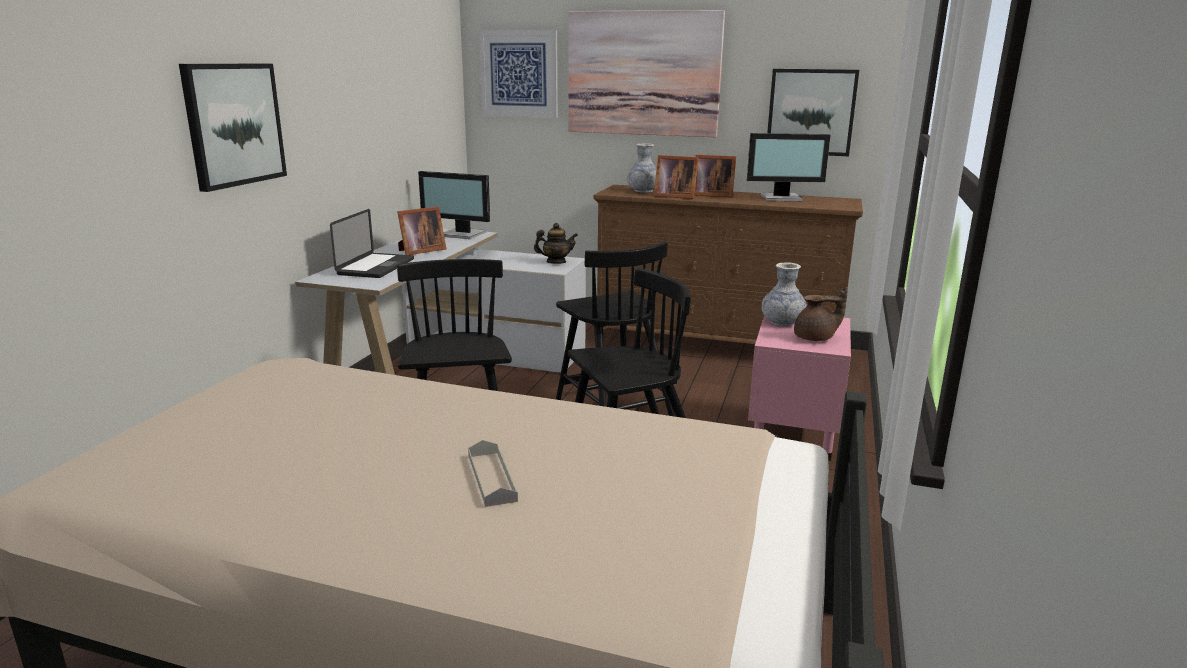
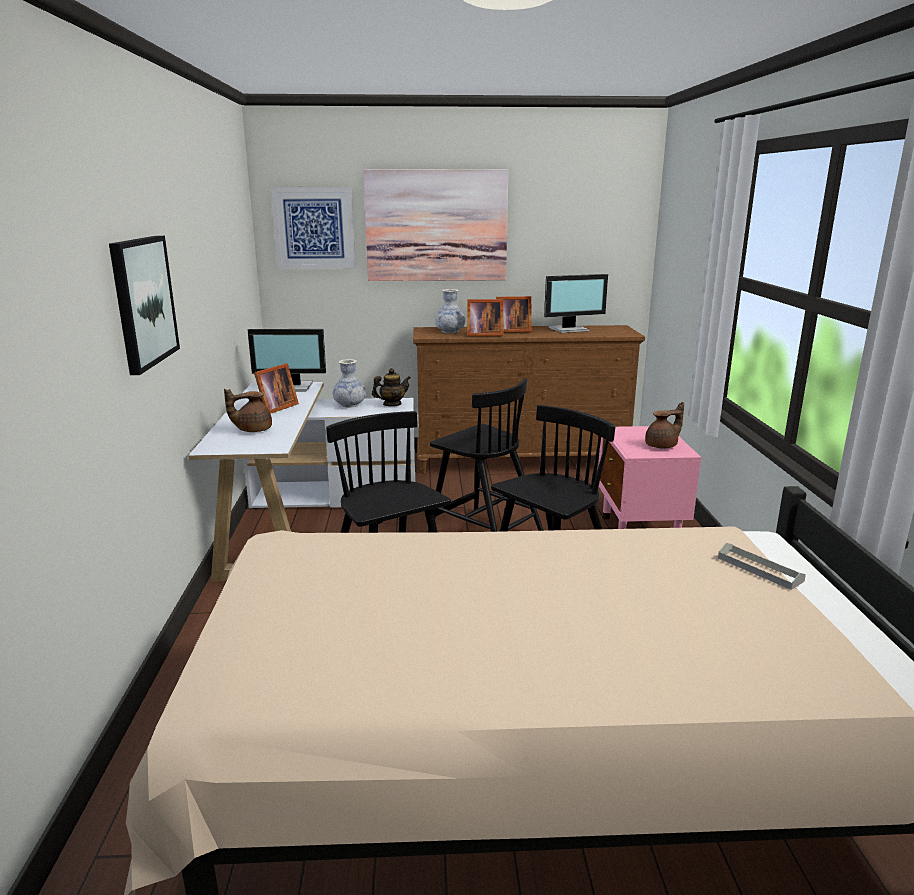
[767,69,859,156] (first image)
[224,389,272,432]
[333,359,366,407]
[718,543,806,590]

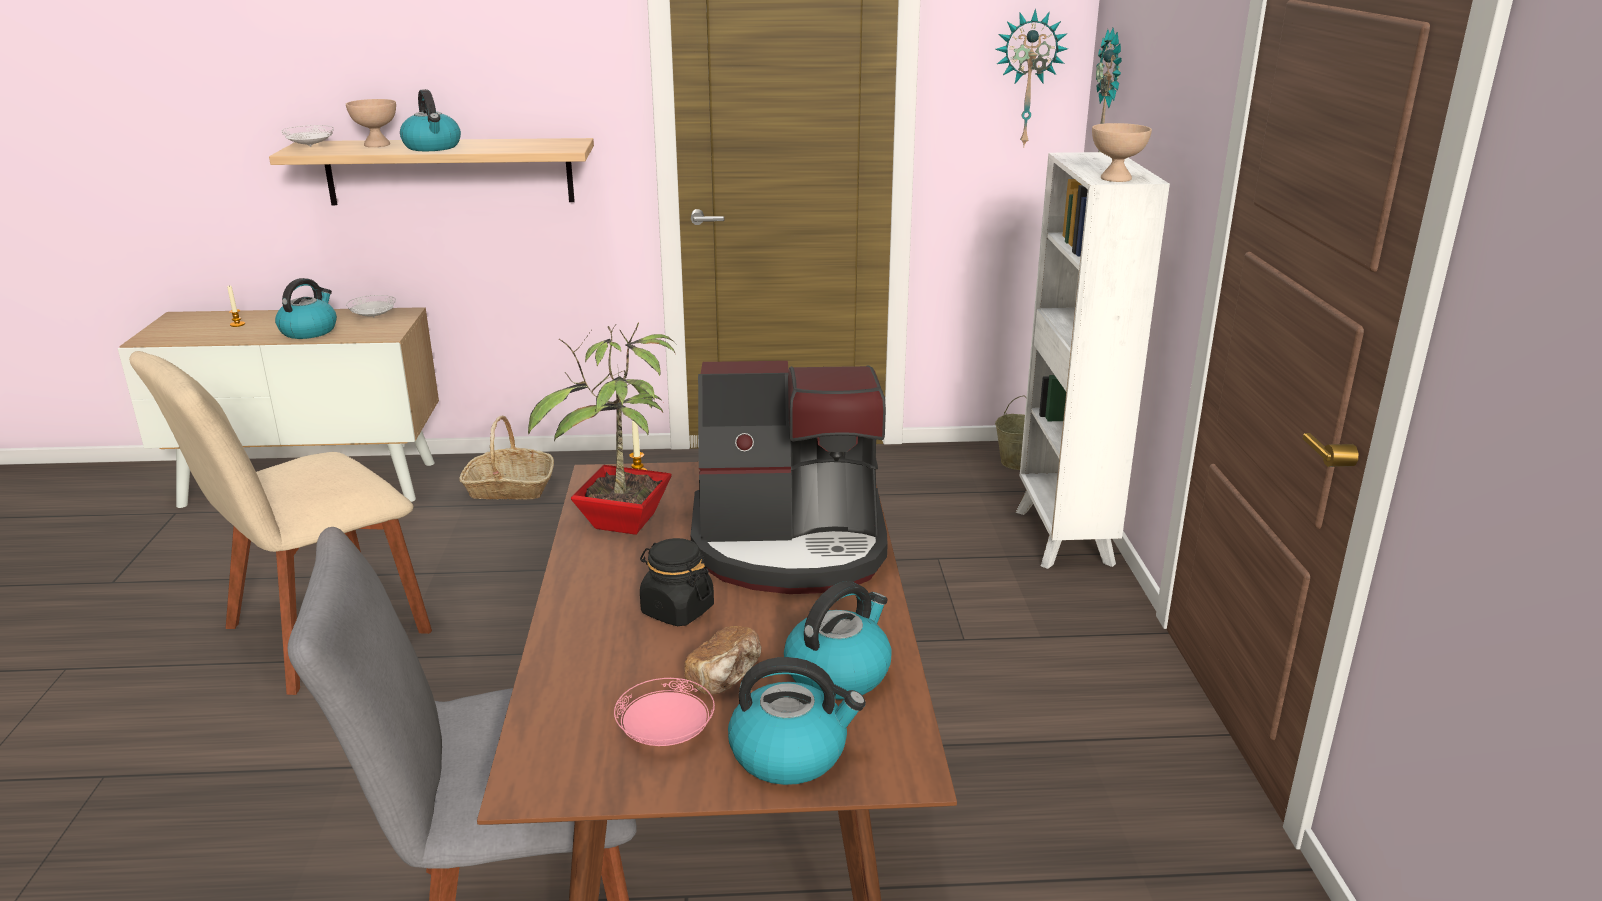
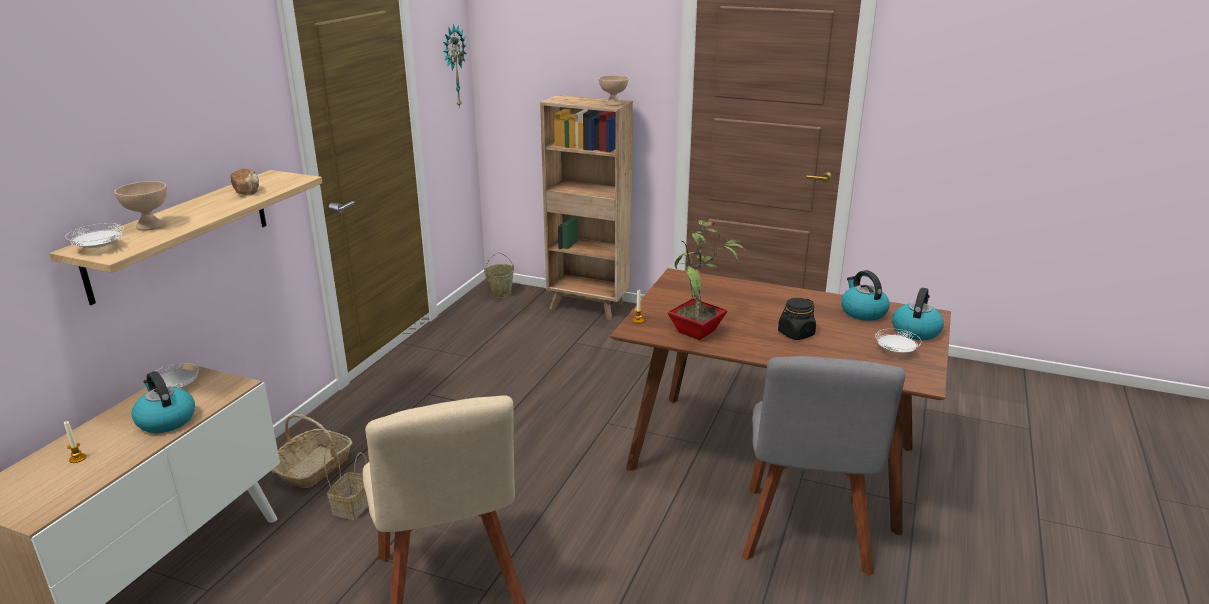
[1096,28,1122,152] (first image)
[400,89,461,151] (first image)
[540,95,633,320]
[691,361,888,594] (first image)
[230,169,259,195]
[875,329,921,353]
[324,446,368,520]

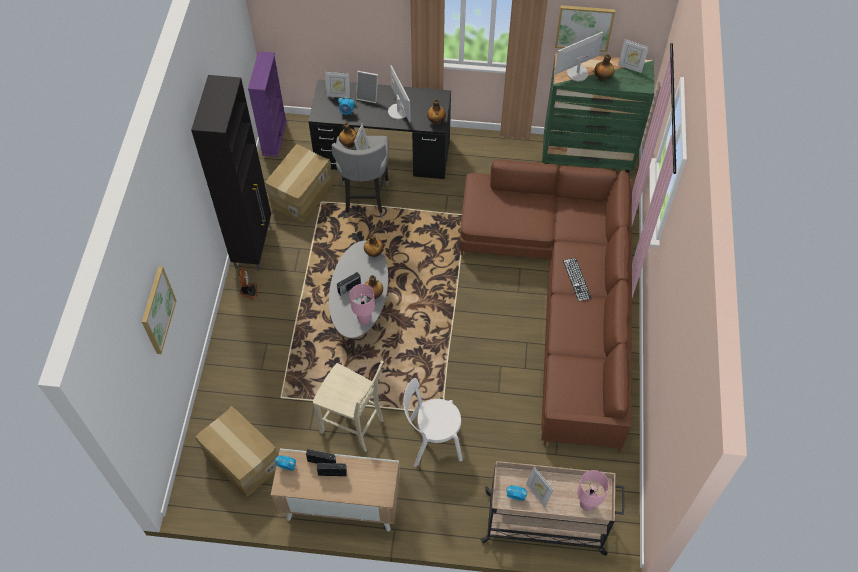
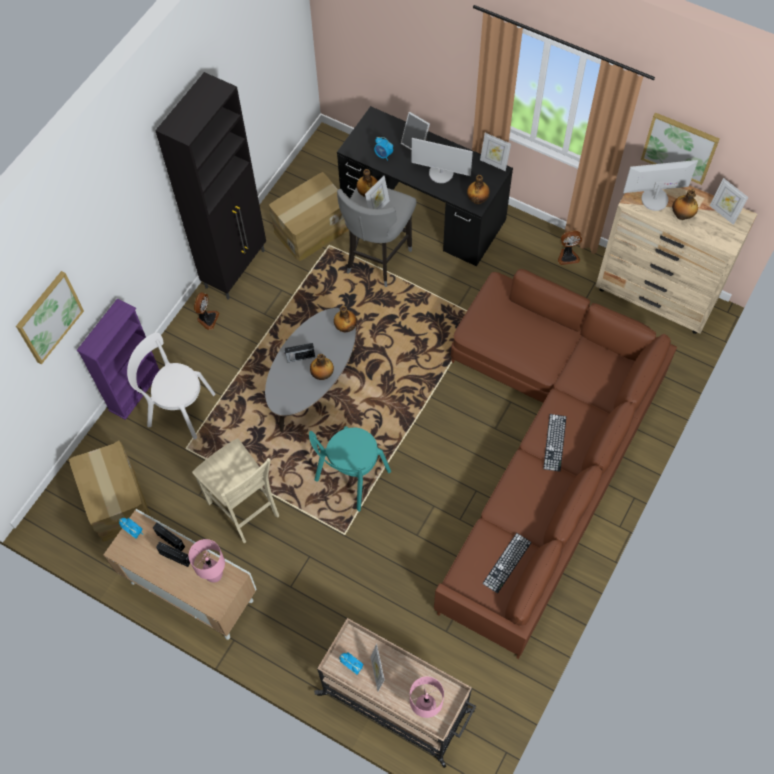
[77,298,160,420]
[596,165,757,334]
[412,138,473,183]
[480,133,511,171]
[189,539,225,583]
[127,333,215,439]
[558,230,582,265]
[309,426,391,512]
[482,533,531,593]

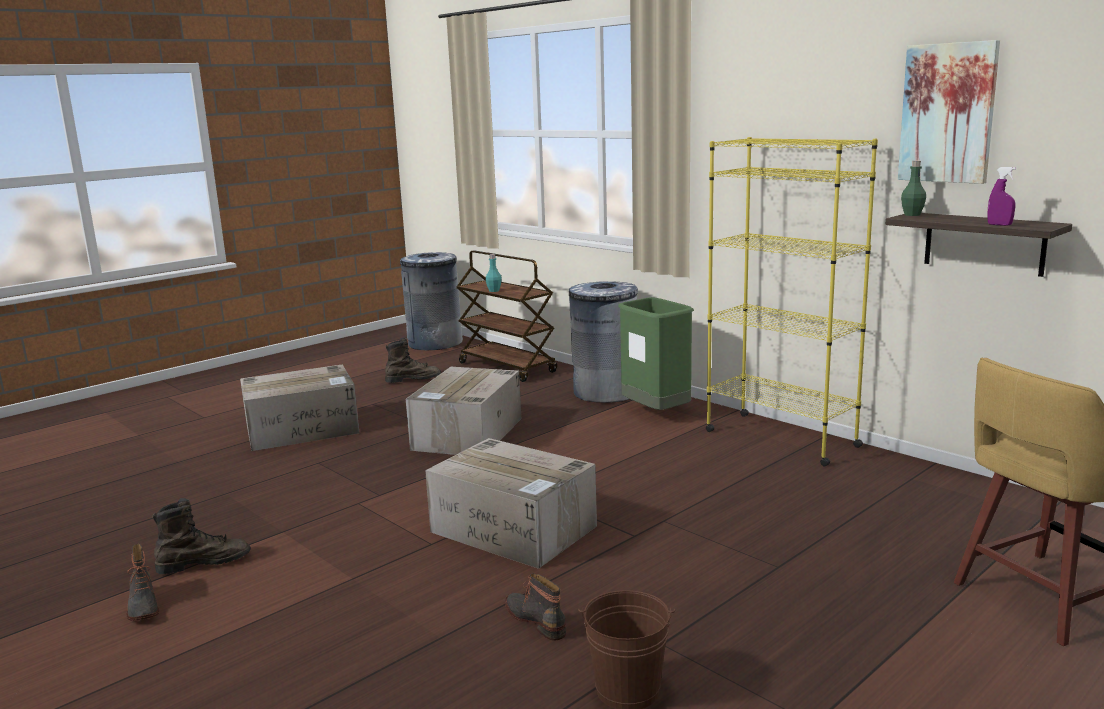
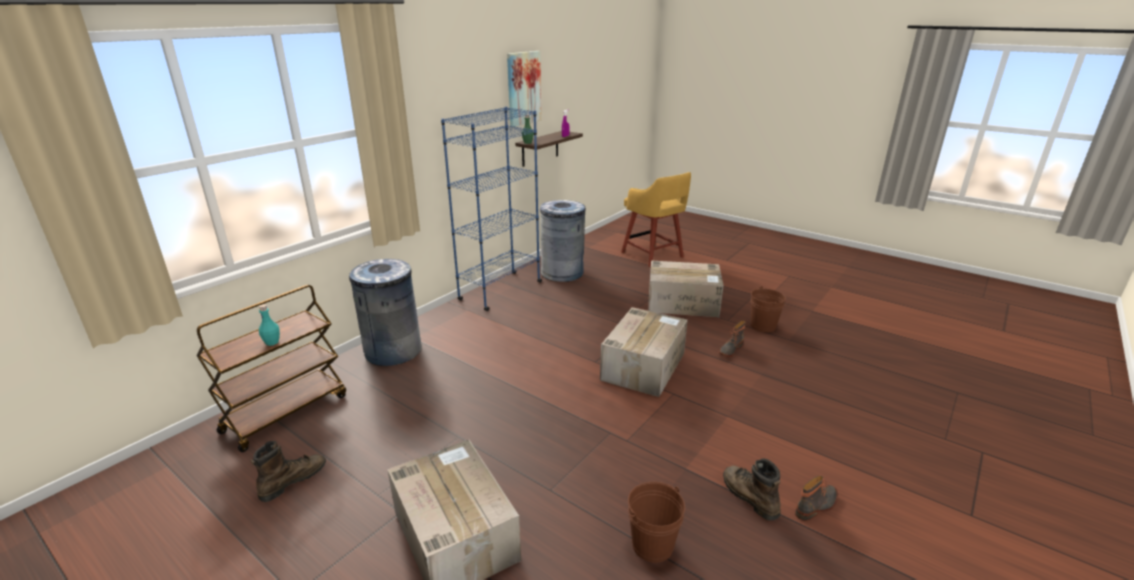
[441,107,542,311]
[540,200,586,282]
[618,297,694,410] (first image)
[251,441,326,502]
[648,260,724,317]
[628,482,685,563]

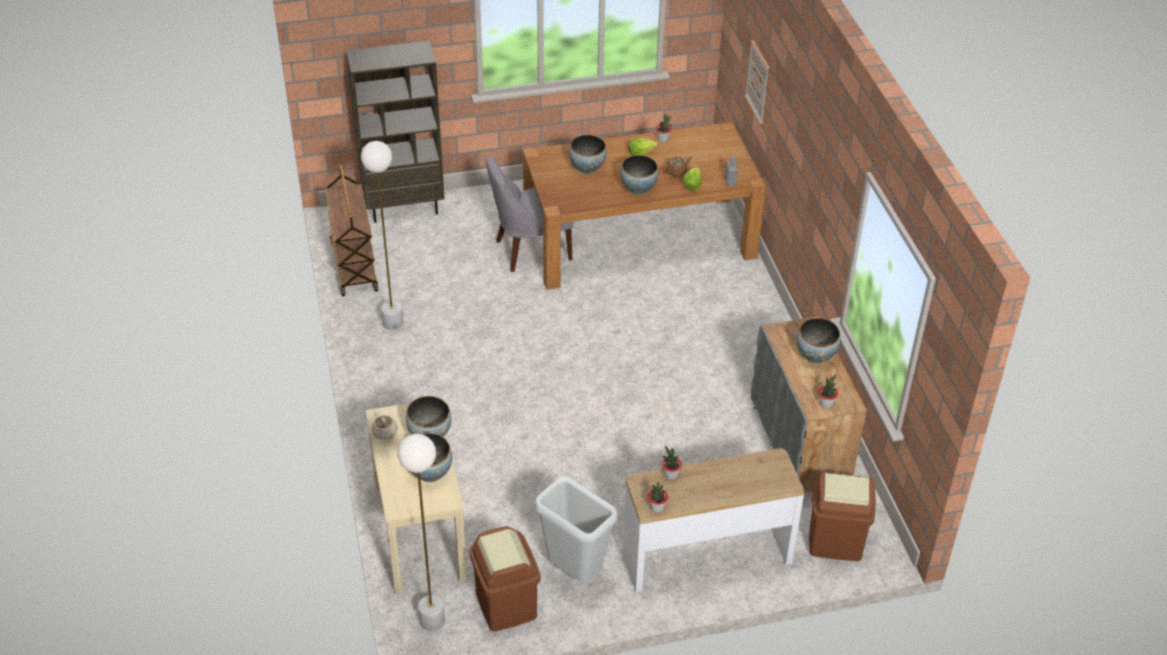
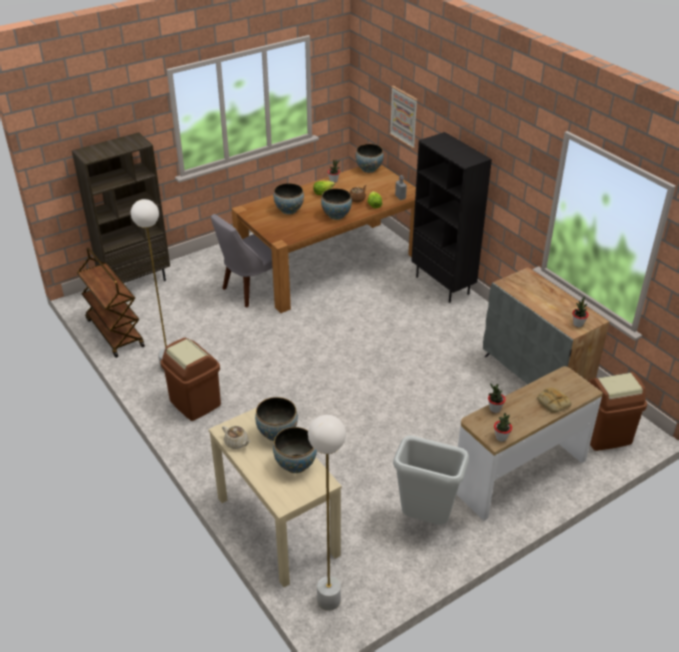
[356,144,384,173]
[161,338,221,421]
[411,132,492,303]
[537,387,572,413]

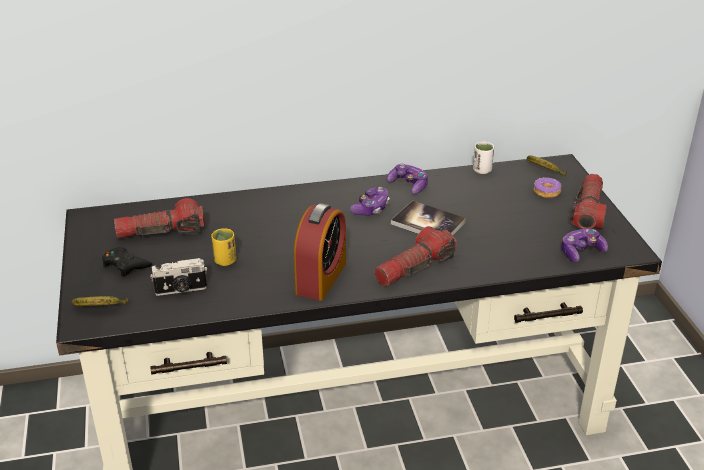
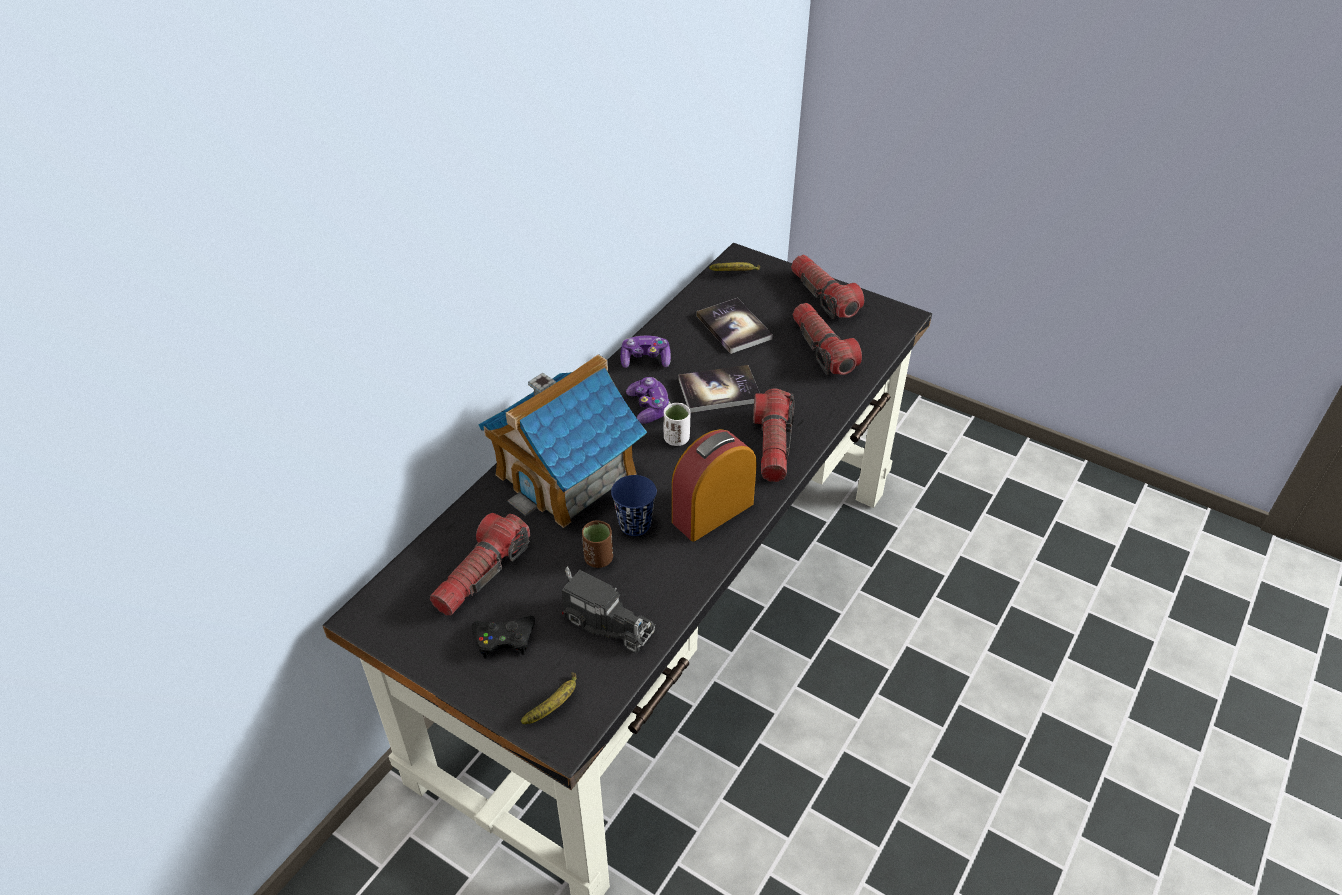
[664,403,690,446]
[534,177,562,198] (first image)
[672,429,757,542]
[582,520,613,568]
[561,229,608,262] (first image)
[562,566,655,653]
[696,298,773,354]
[793,303,862,375]
[478,354,647,528]
[611,475,657,536]

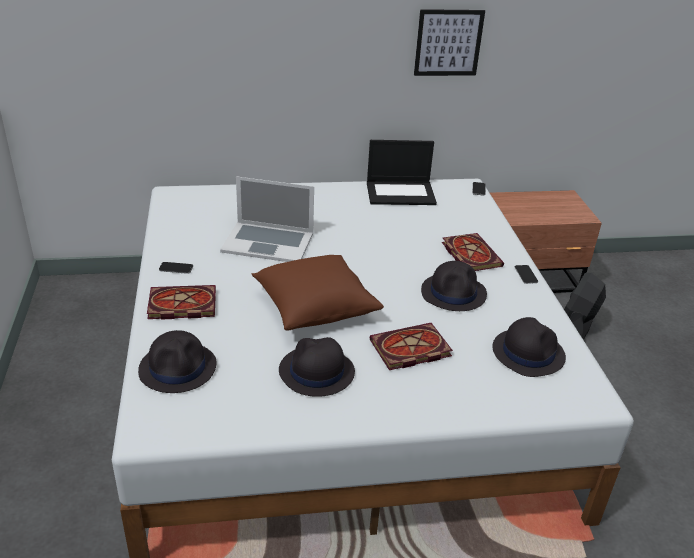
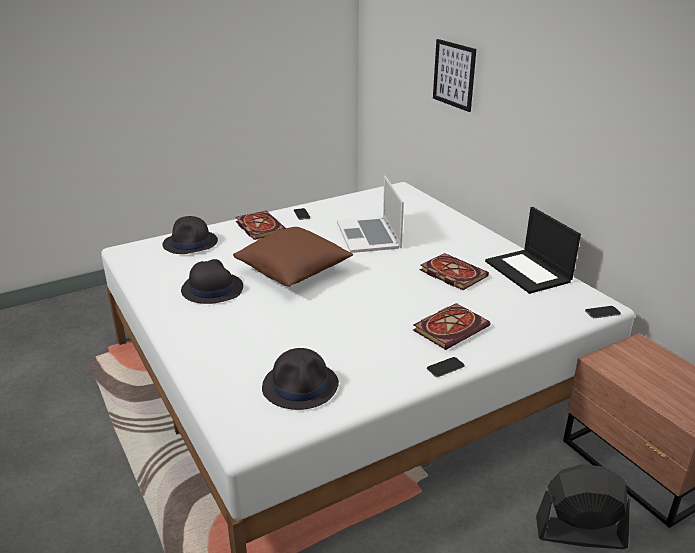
[433,39,476,112]
[421,261,487,311] (first image)
[420,253,489,290]

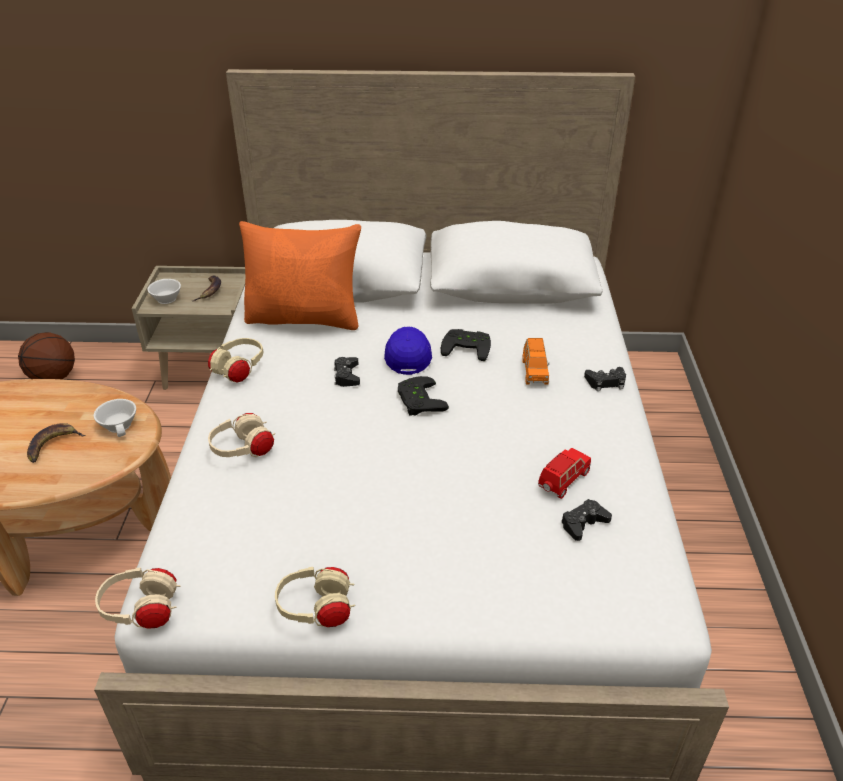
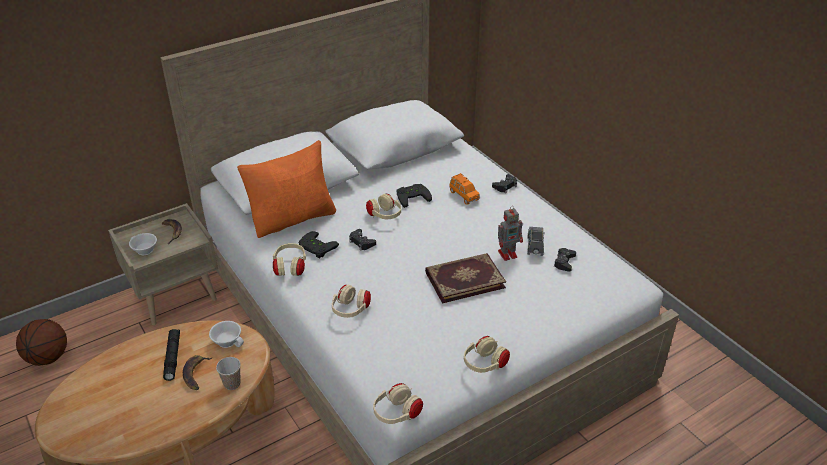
[366,194,401,219]
[298,231,339,258]
[527,227,545,256]
[498,206,523,261]
[425,253,506,304]
[163,329,180,381]
[216,357,241,390]

